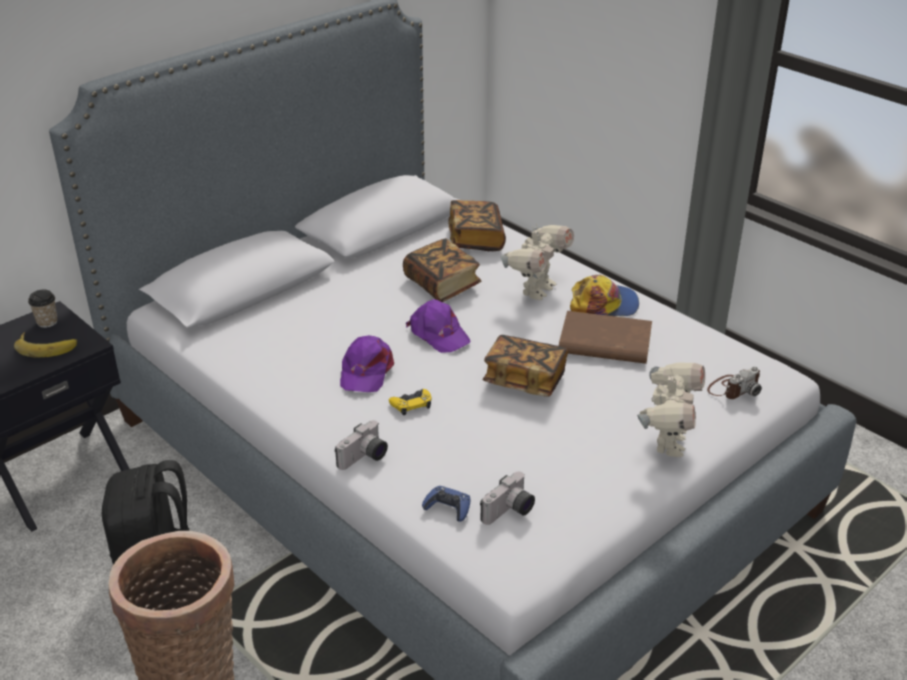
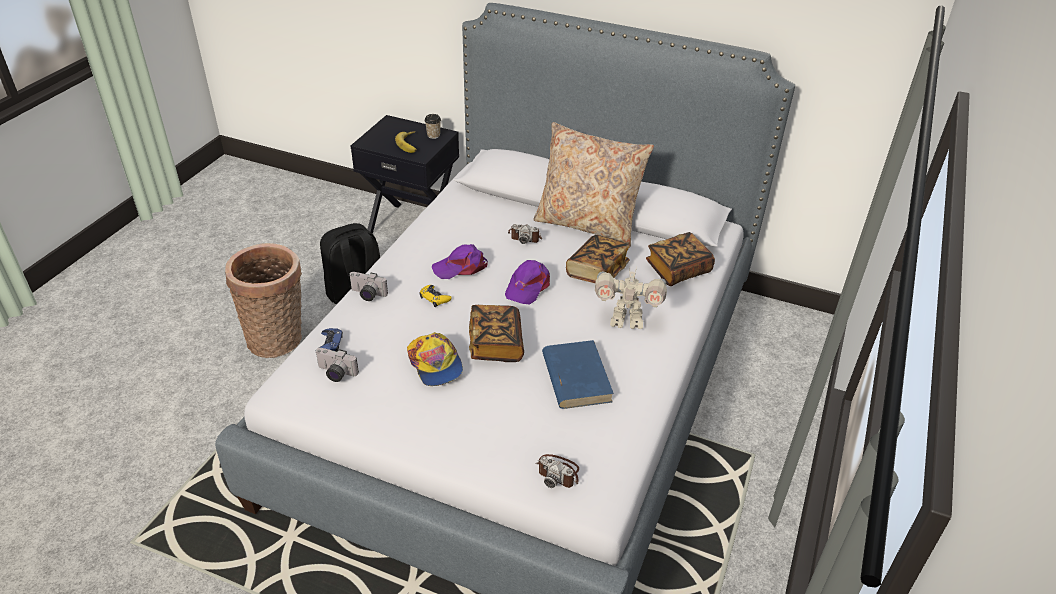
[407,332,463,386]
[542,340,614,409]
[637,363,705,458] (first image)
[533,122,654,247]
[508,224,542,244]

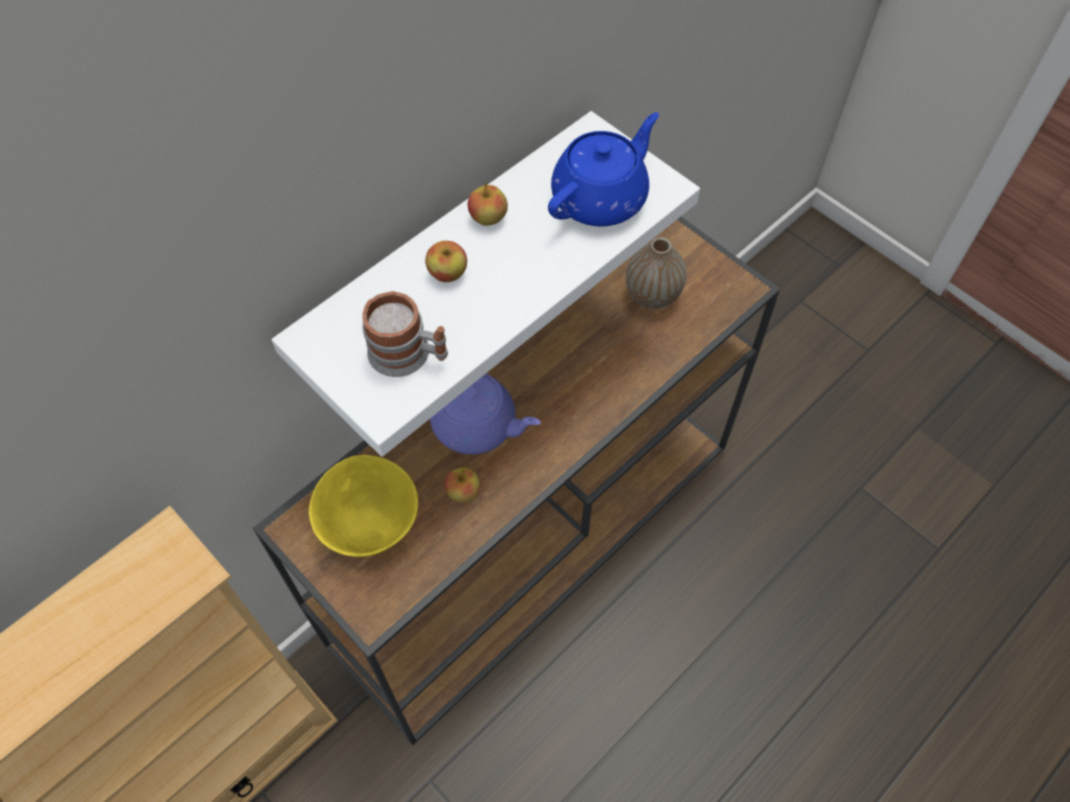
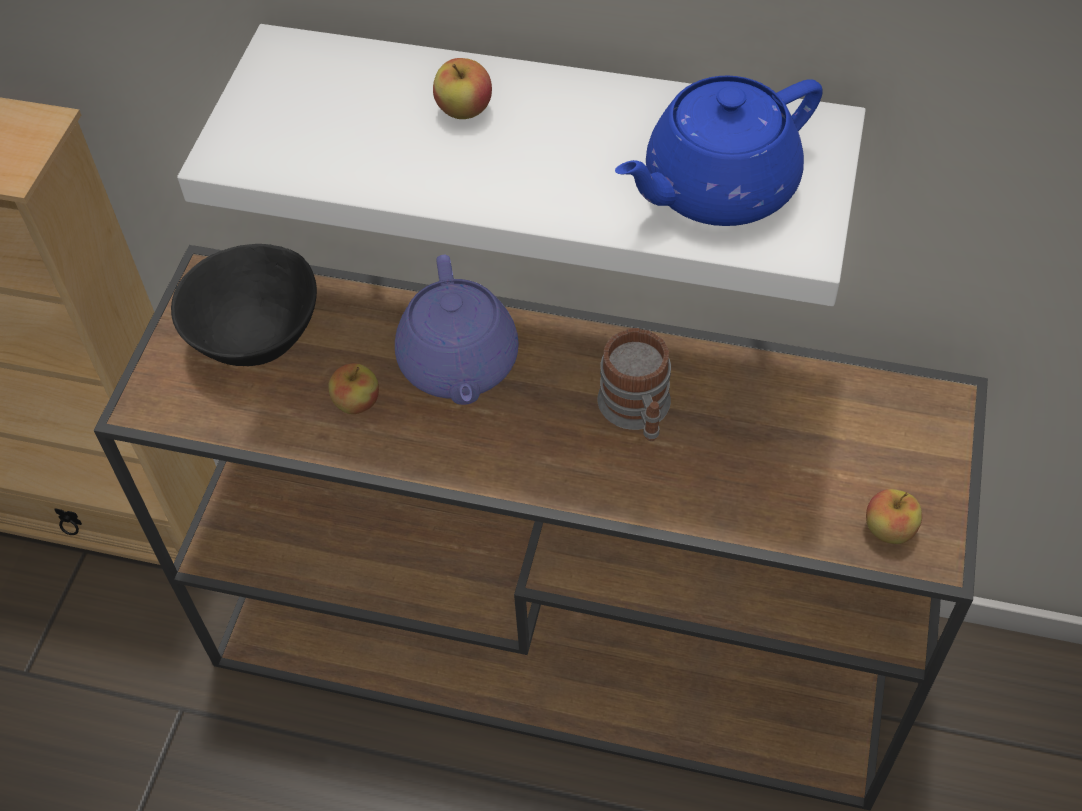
[615,76,823,226]
[866,489,922,544]
[626,237,687,309] (first image)
[598,328,671,441]
[171,244,317,366]

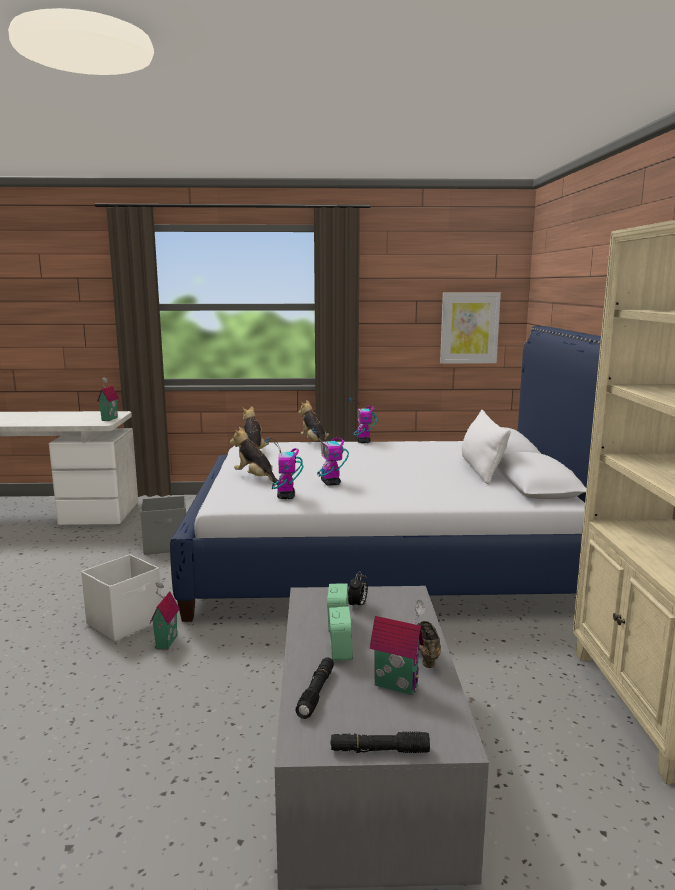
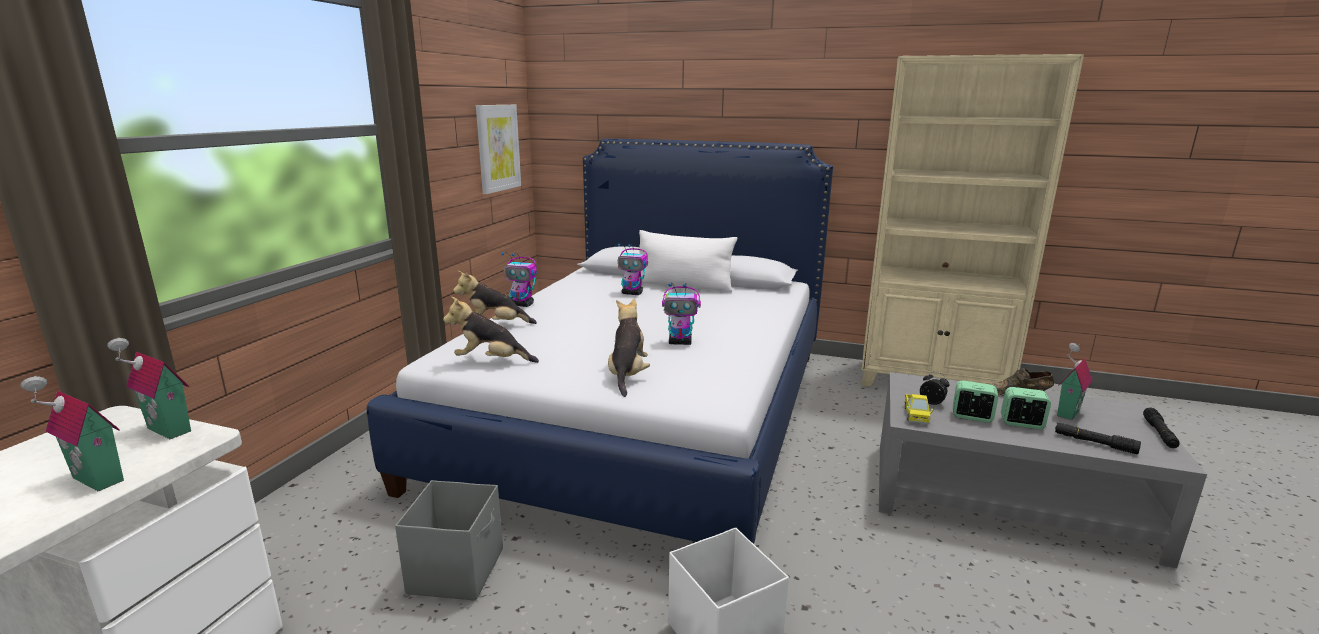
[608,299,650,397]
[618,243,648,295]
[21,376,124,492]
[904,394,933,424]

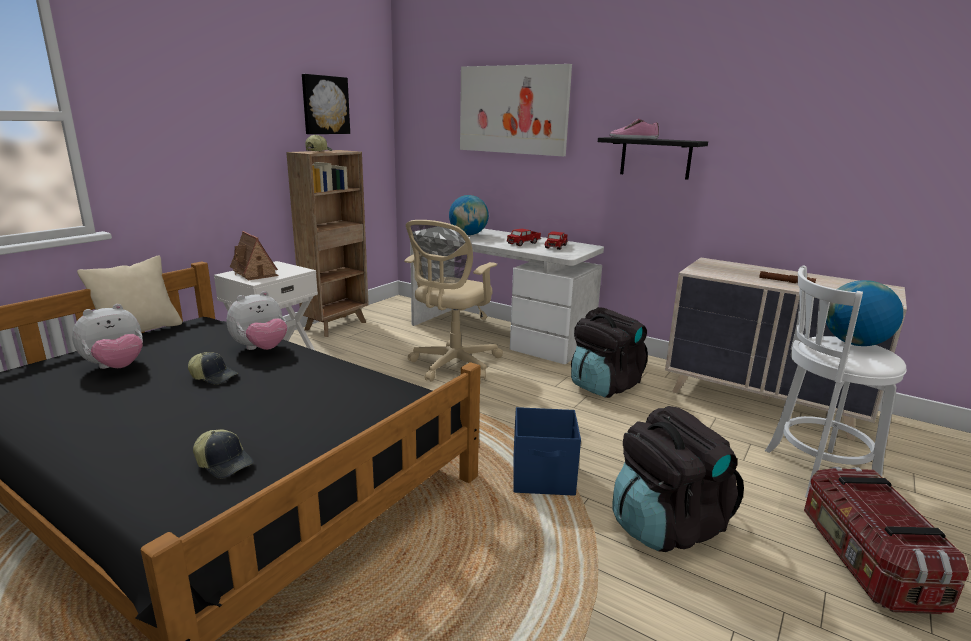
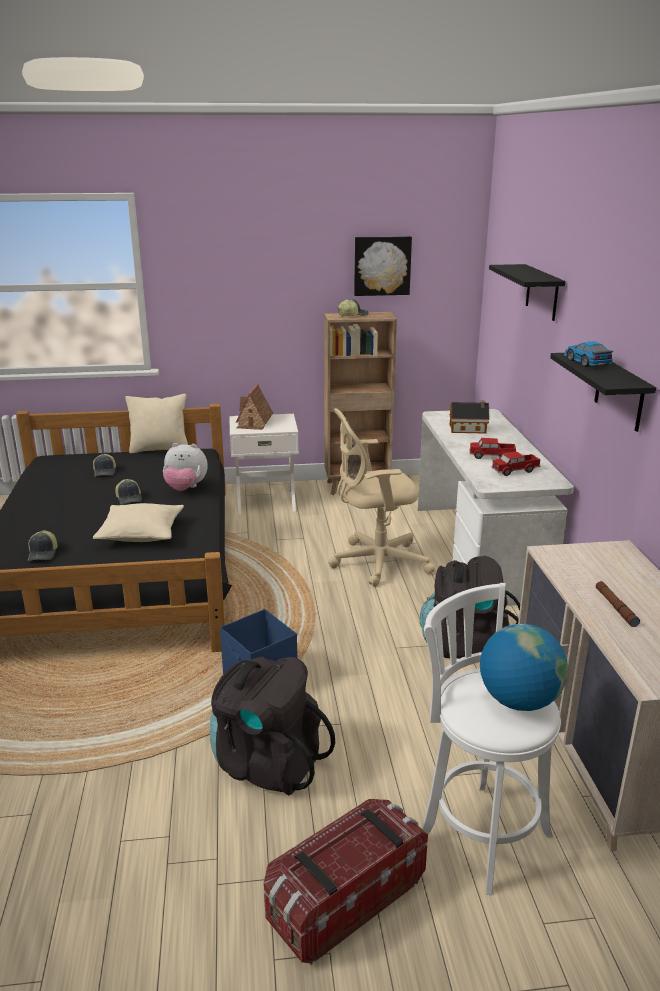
[489,264,566,321]
[564,342,613,367]
[449,401,490,433]
[93,454,116,477]
[93,503,184,542]

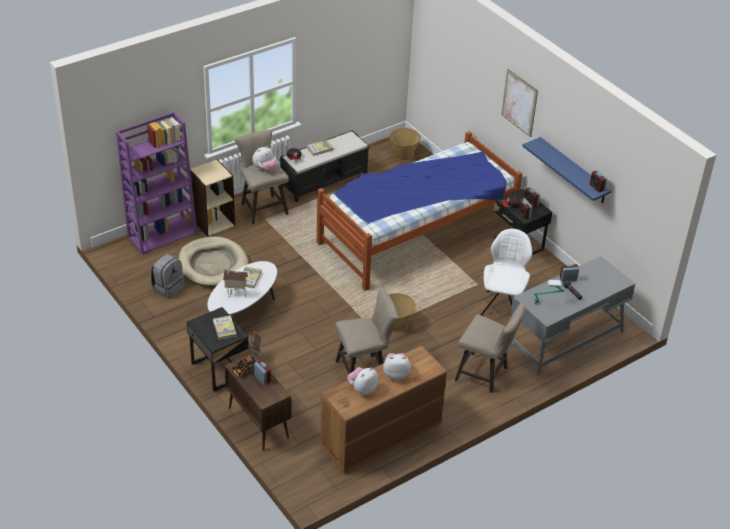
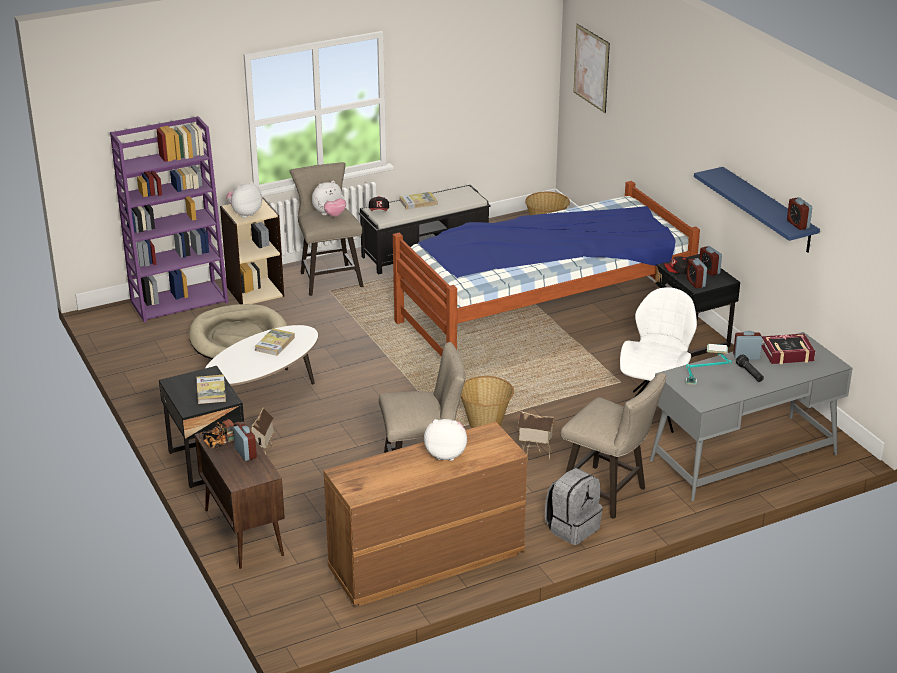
[573,24,610,113]
[545,468,603,545]
[517,411,555,460]
[226,182,262,218]
[762,334,815,364]

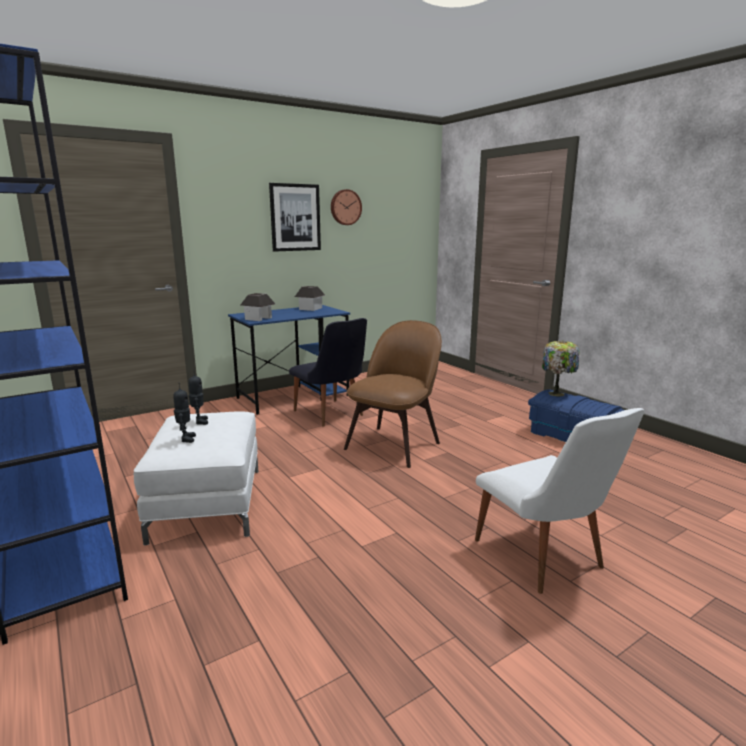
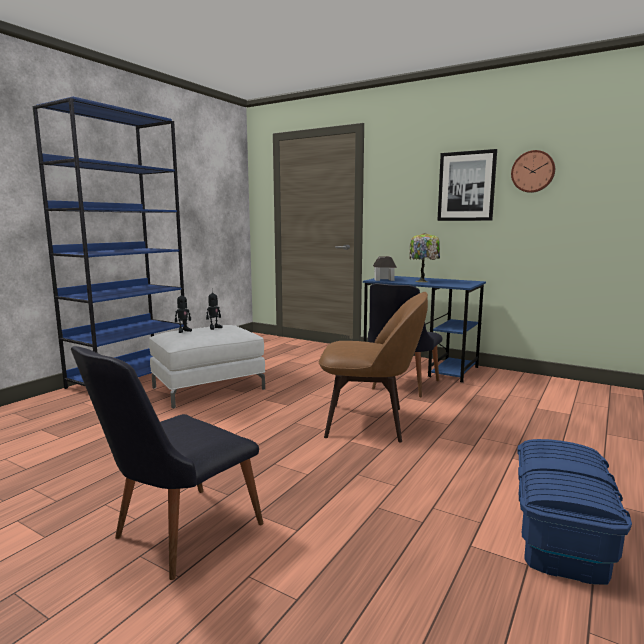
[295,286,325,311] (first image)
[409,233,440,282]
[71,346,264,580]

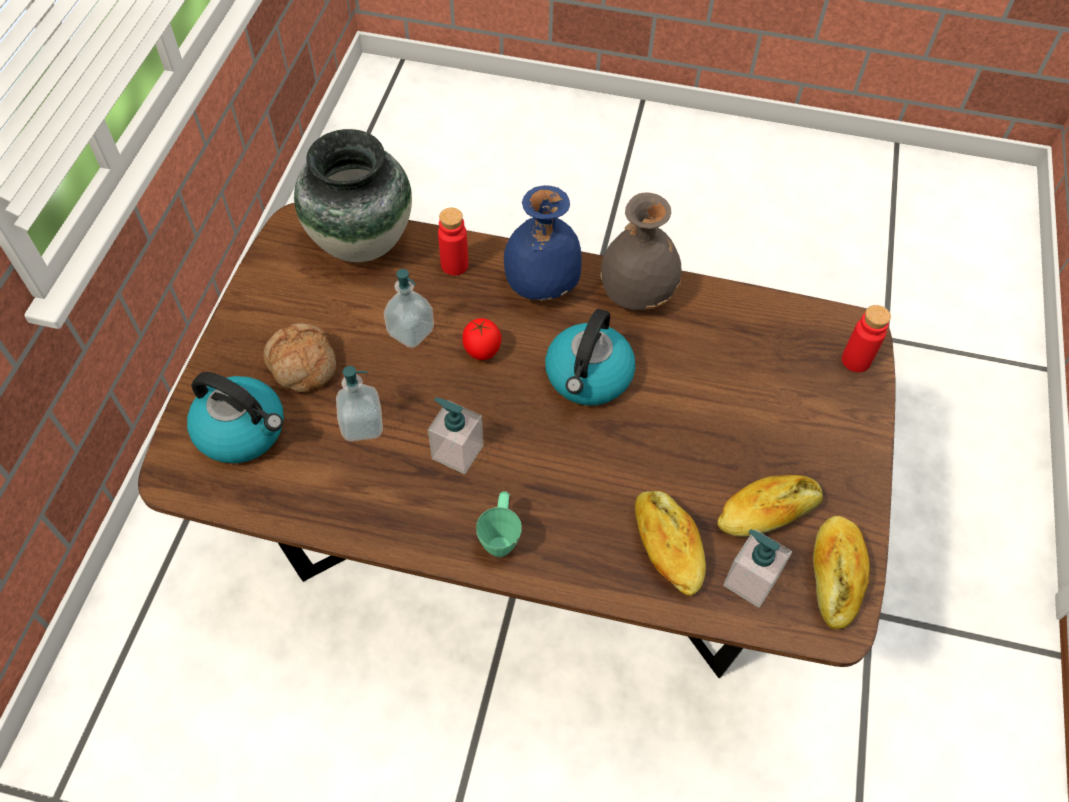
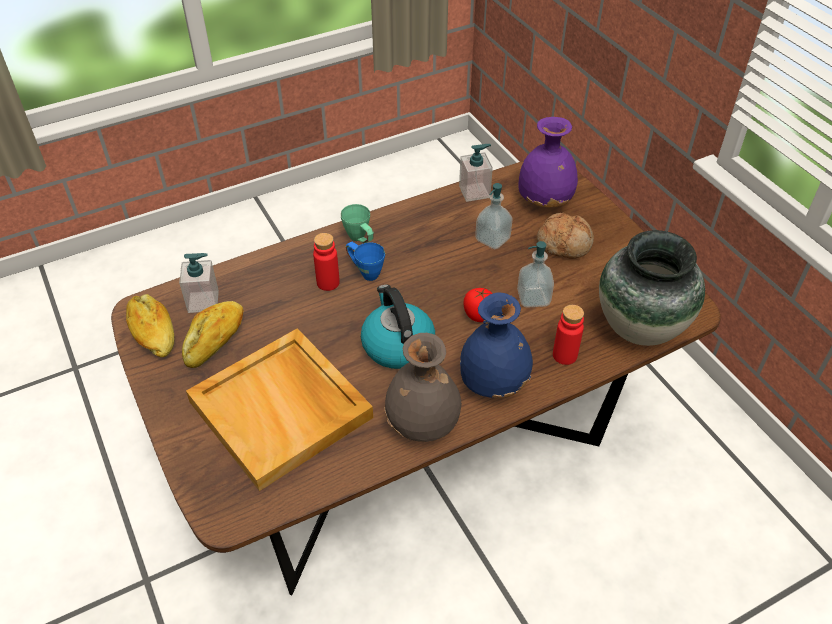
[313,233,340,291]
[518,117,578,207]
[459,144,493,202]
[635,491,706,596] (first image)
[346,242,385,281]
[186,328,373,491]

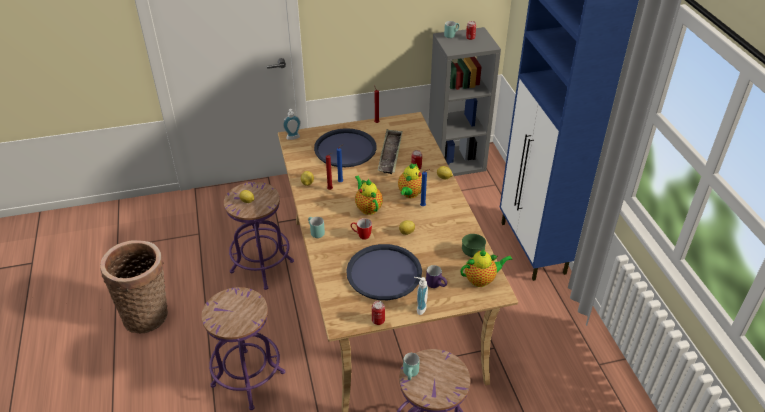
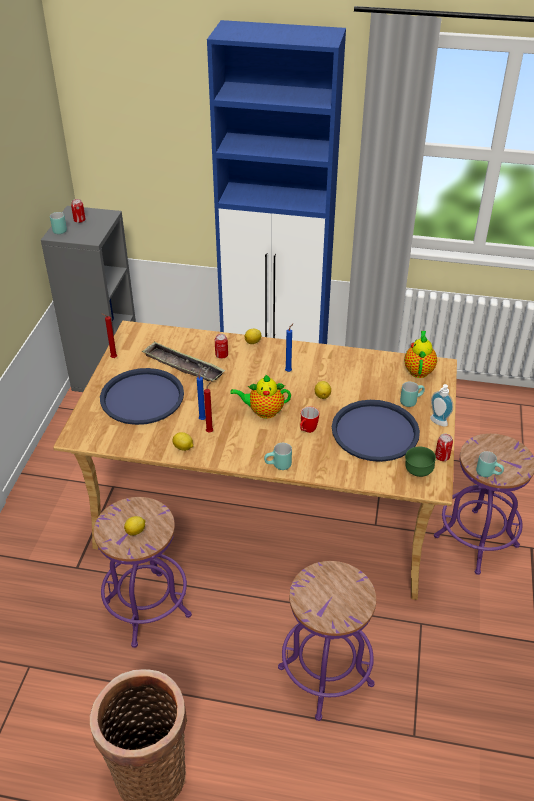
[283,109,301,140] (first image)
[398,163,422,198] (first image)
[405,447,436,477]
[400,382,425,407]

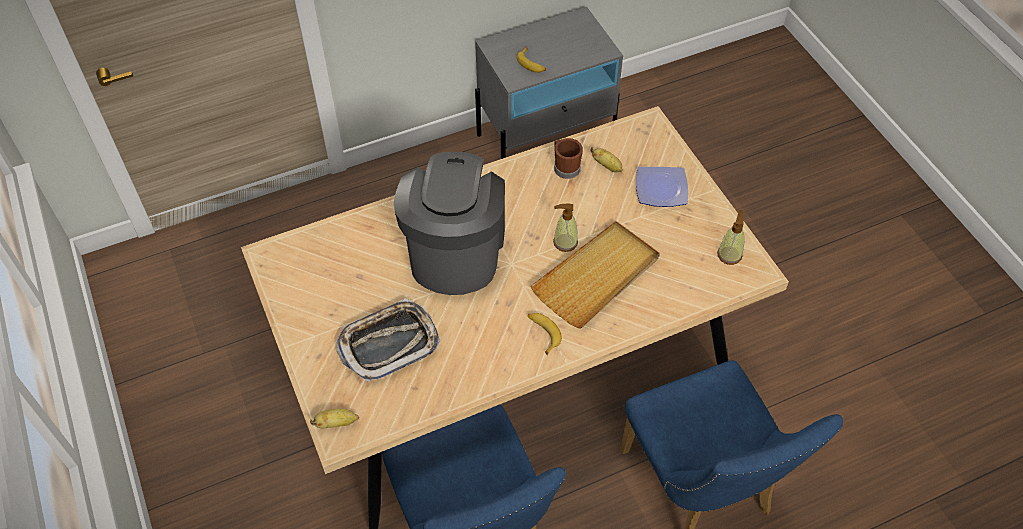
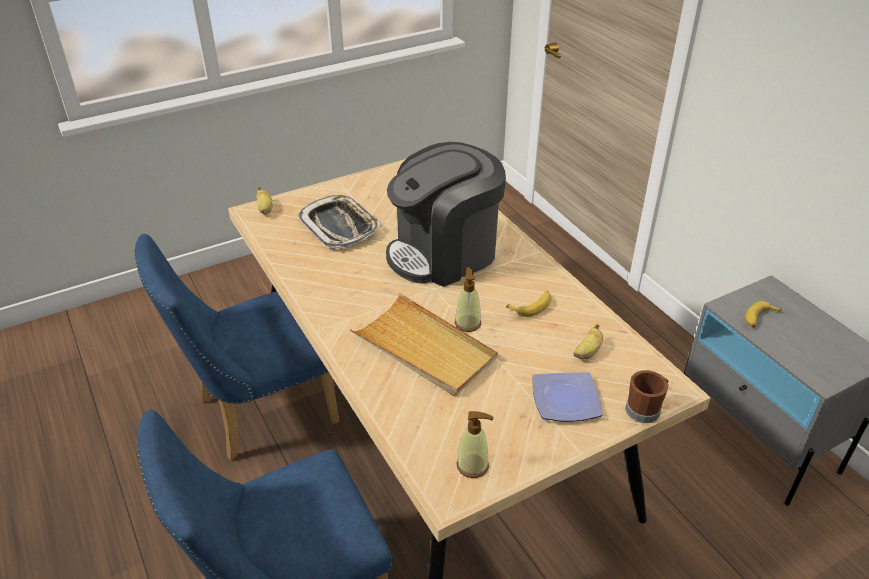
[625,370,669,423]
[386,142,506,287]
[506,291,552,317]

